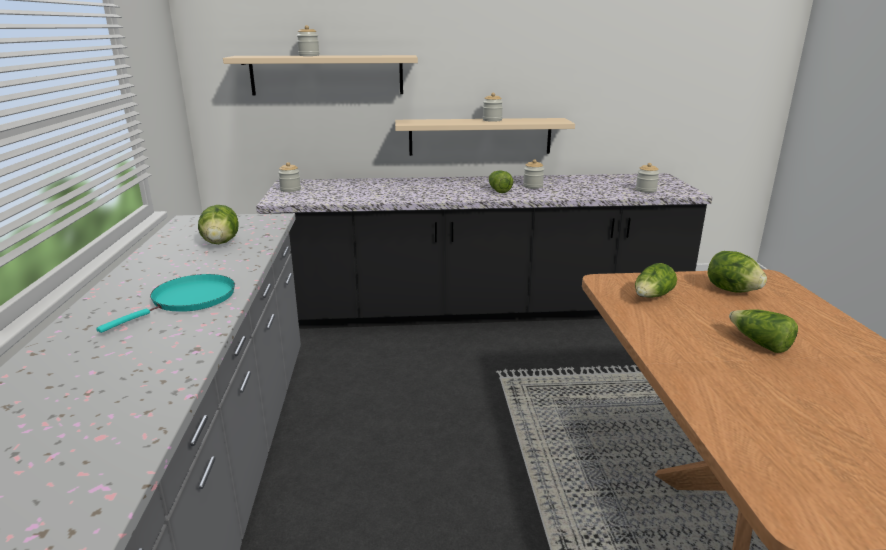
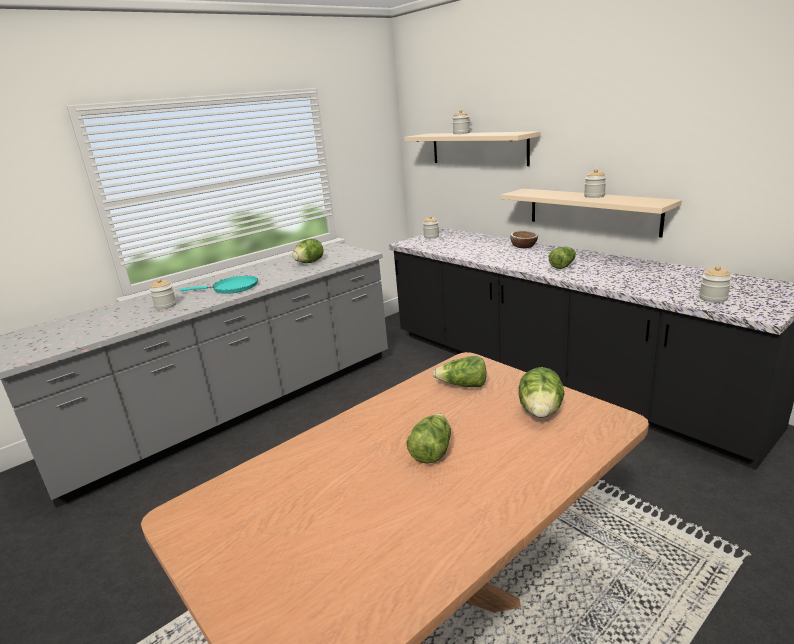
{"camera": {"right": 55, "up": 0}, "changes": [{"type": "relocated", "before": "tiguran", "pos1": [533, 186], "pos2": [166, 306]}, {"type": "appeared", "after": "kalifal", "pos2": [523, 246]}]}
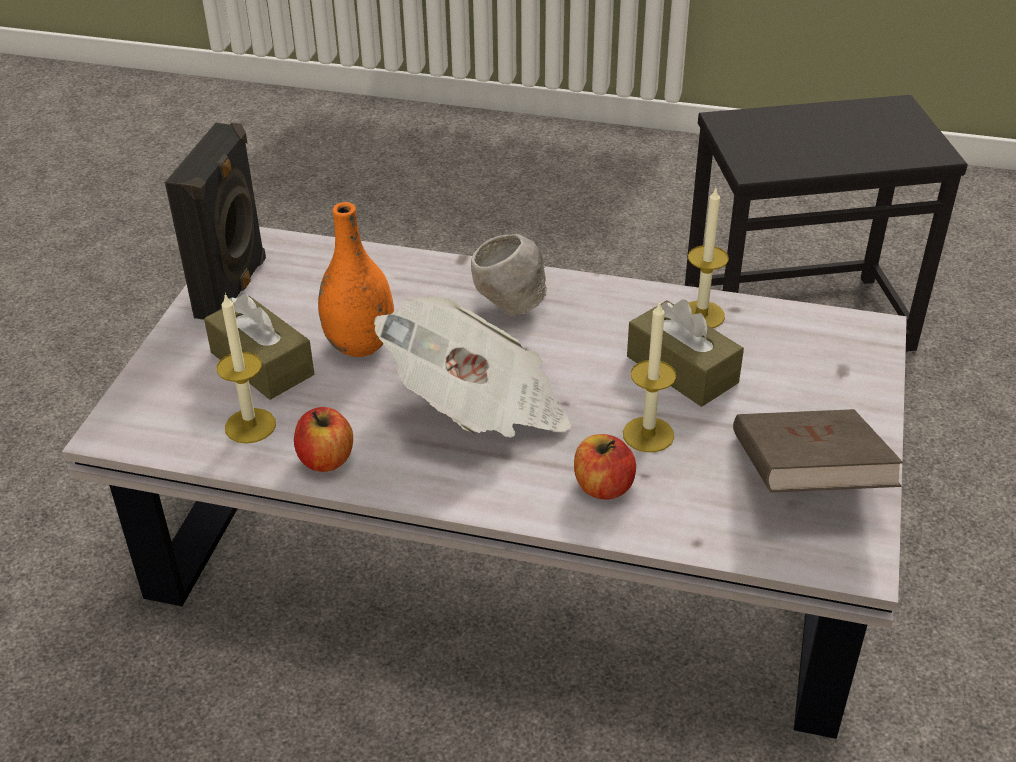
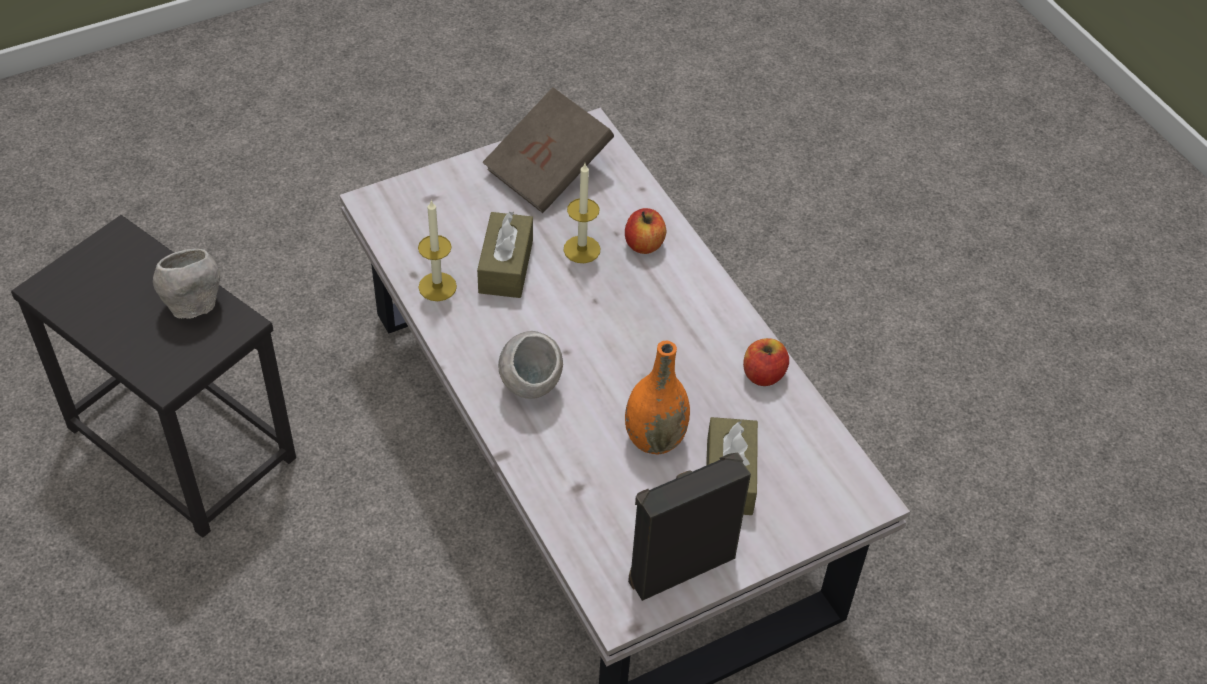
{"camera": {"right": -135, "up": 10}, "changes": [{"type": "appeared", "after": "grey kalifal", "pos2": [193, 305]}, {"type": "missing", "before": "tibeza", "pos1": [250, 426]}, {"type": "missing", "before": "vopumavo", "pos1": [478, 408]}]}
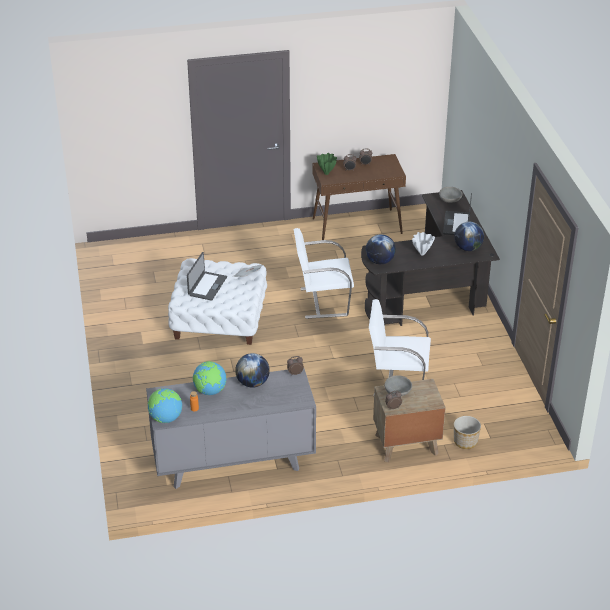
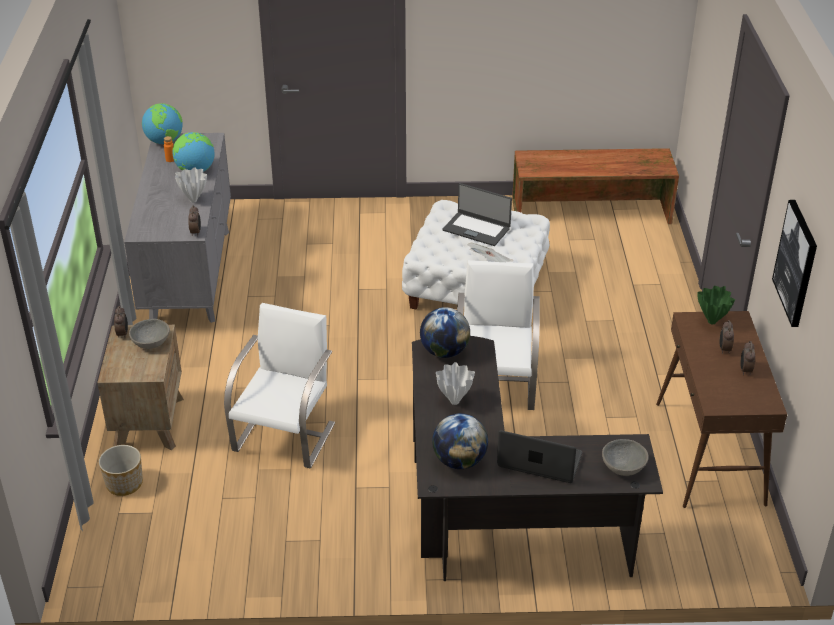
{"camera": {"right": 100, "up": 0}, "changes": [{"type": "exchanged", "before": "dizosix", "after": "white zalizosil", "pos1": [253, 383], "pos2": [194, 200]}, {"type": "appeared", "after": "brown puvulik", "pos2": [592, 210]}, {"type": "appeared", "after": "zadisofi", "pos2": [796, 263]}]}
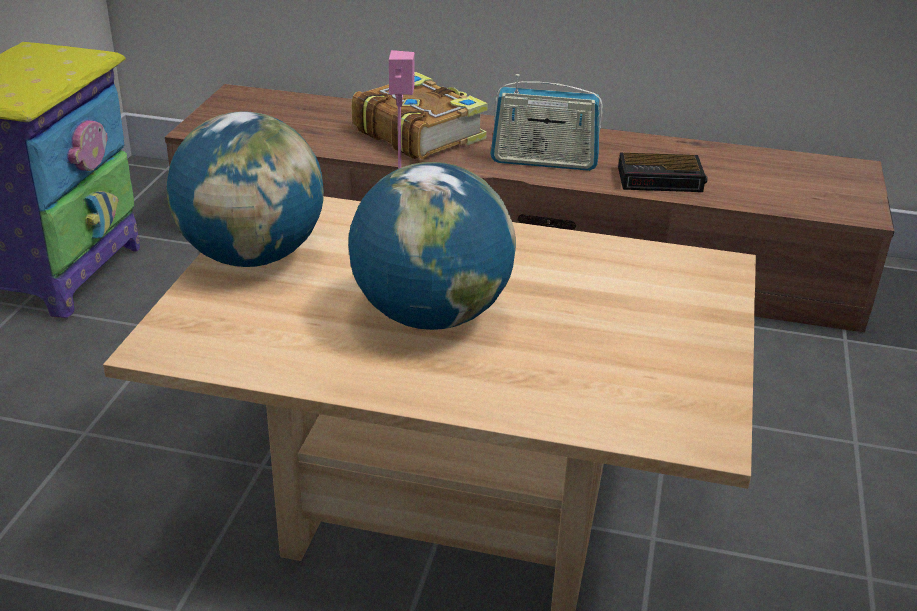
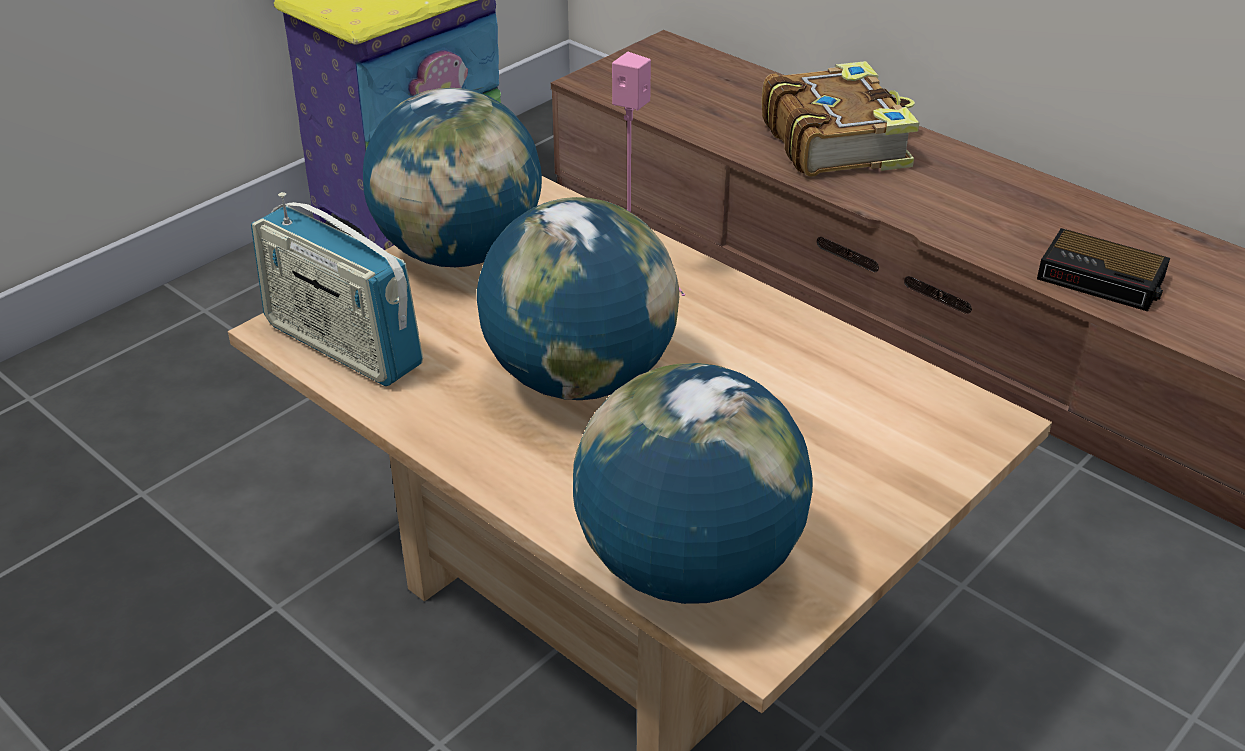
{"camera": {"right": 30, "up": 5}, "changes": [{"type": "relocated", "before": "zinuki", "pos1": [544, 161], "pos2": [342, 345]}, {"type": "appeared", "after": "dizosix", "pos2": [687, 566]}]}
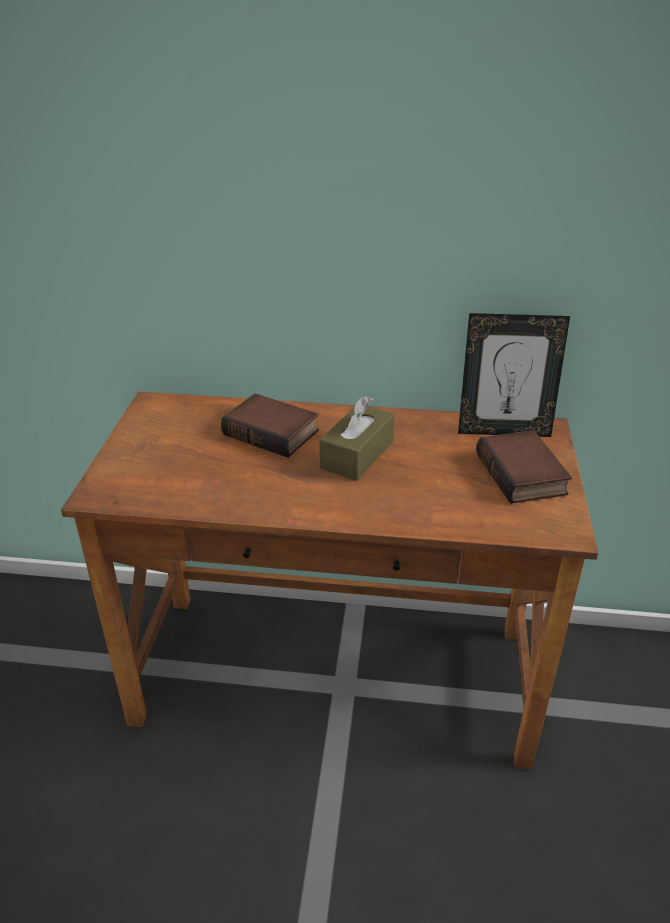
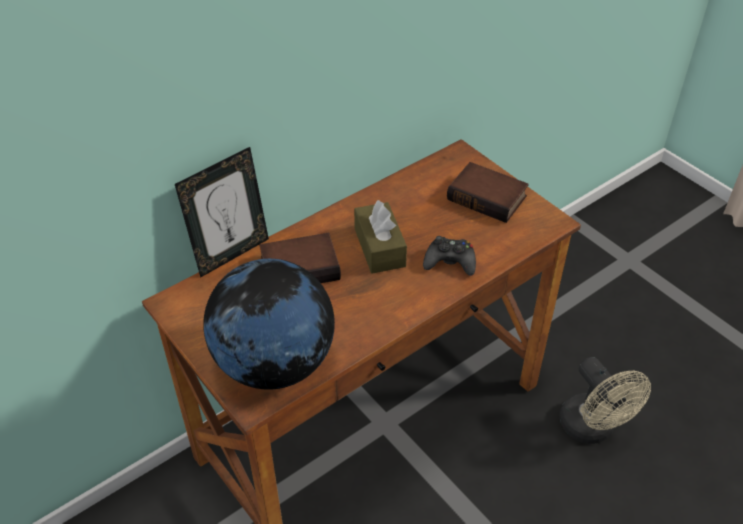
{"camera": {"right": -45, "up": 10}, "changes": [{"type": "relocated", "before": "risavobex", "pos1": [503, 431], "pos2": [231, 254]}, {"type": "appeared", "after": "dizosix", "pos2": [274, 364]}, {"type": "appeared", "after": "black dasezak", "pos2": [450, 262]}, {"type": "appeared", "after": "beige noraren", "pos2": [593, 429]}]}
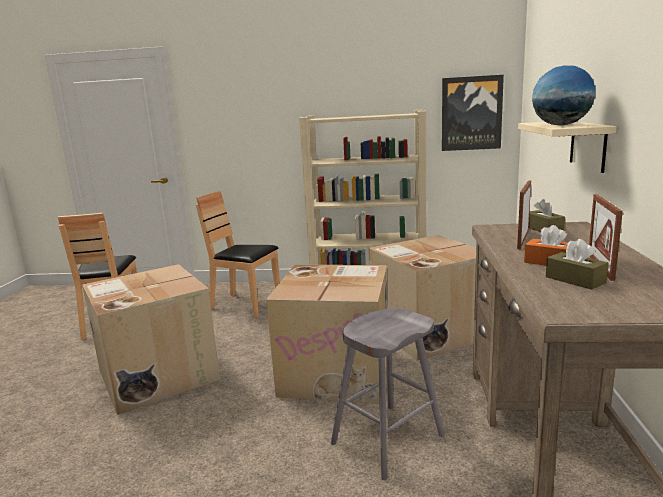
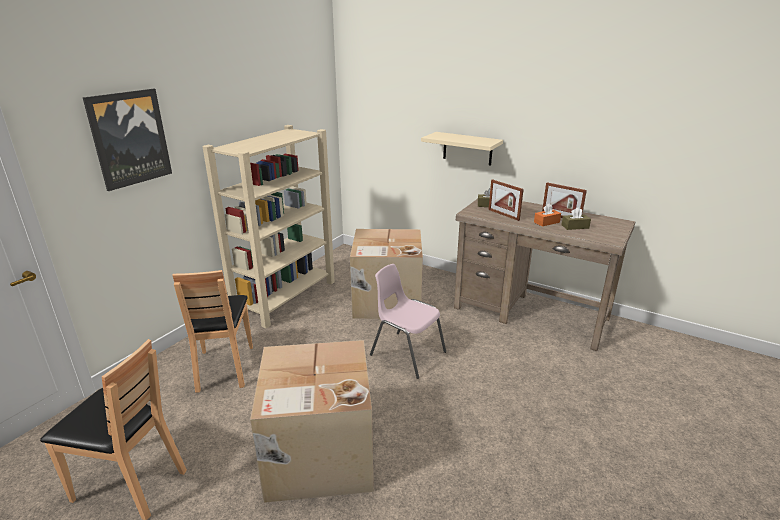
{"camera": {"right": -65, "up": 10}, "changes": [{"type": "relocated", "before": "zadisofi", "pos1": [471, 113], "pos2": [129, 138]}, {"type": "spun", "before": "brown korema", "pos1": [246, 305], "pos2": [224, 368], "turn": -60}, {"type": "exchanged", "before": "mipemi", "after": "pink korema", "pos1": [338, 372], "pos2": [406, 353]}, {"type": "missing", "before": "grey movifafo", "pos1": [387, 440]}, {"type": "missing", "before": "dizosix", "pos1": [560, 125]}]}
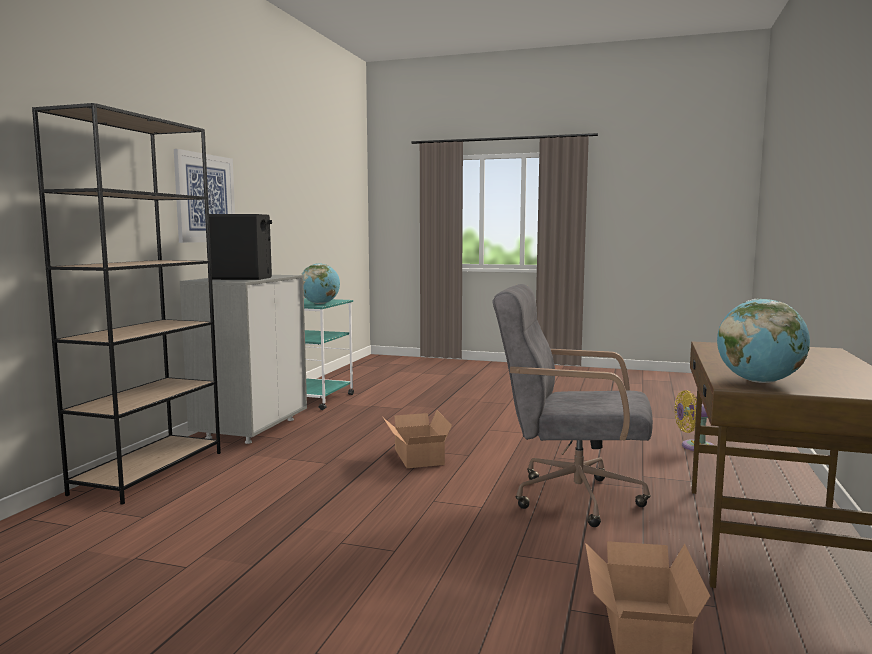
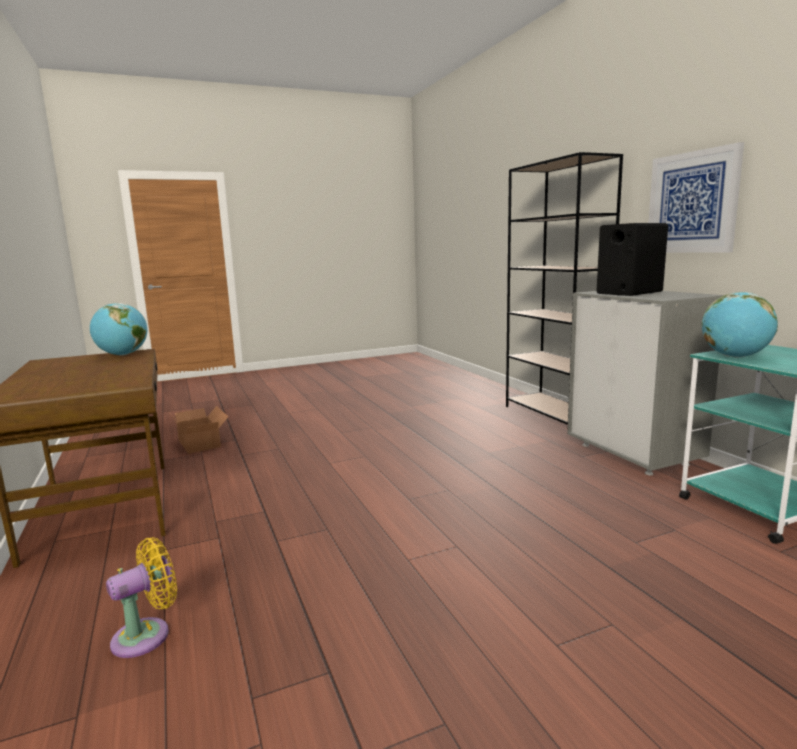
{"camera": {"right": 140, "up": 5}, "changes": [{"type": "missing", "before": "mipemi", "pos1": [416, 457]}, {"type": "missing", "before": "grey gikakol", "pos1": [569, 498]}]}
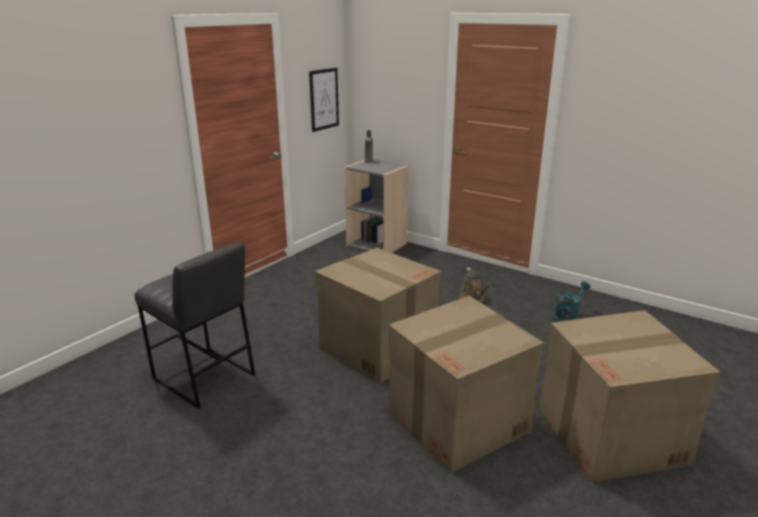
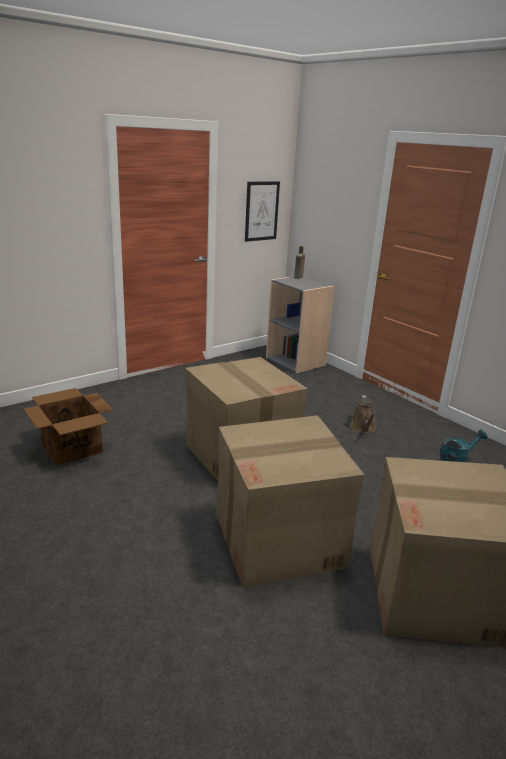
{"camera": {"right": 15, "up": 0}, "changes": [{"type": "exchanged", "before": "grey movifafo", "after": "mipemi", "pos1": [204, 377], "pos2": [72, 449]}]}
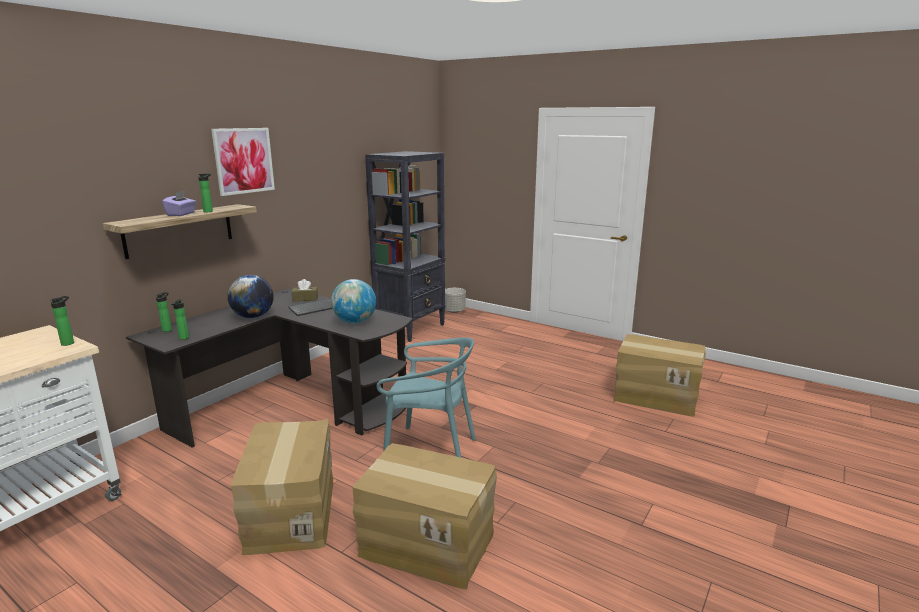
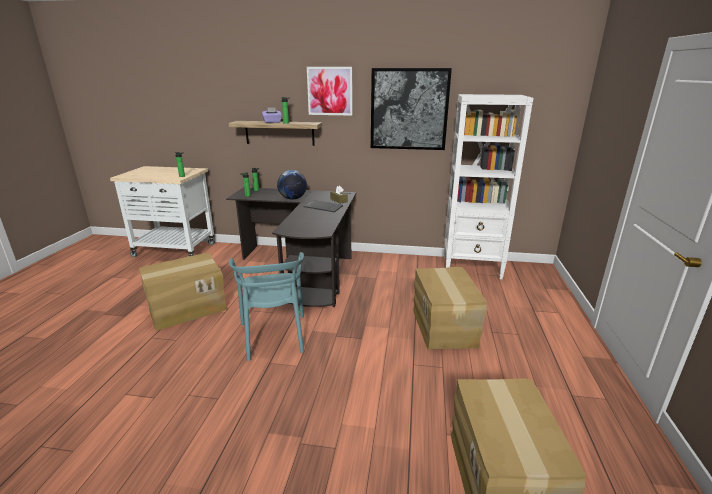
{"camera": {"right": 65, "up": 5}, "changes": [{"type": "appeared", "after": "zadisofi", "pos2": [409, 109]}, {"type": "relocated", "before": "mipemi", "pos1": [428, 542], "pos2": [445, 327]}, {"type": "colour", "before": "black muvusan", "after": "white muvusan", "pos1": [411, 328], "pos2": [472, 268]}, {"type": "missing", "before": "dizosix", "pos1": [355, 322]}, {"type": "missing", "before": "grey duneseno", "pos1": [454, 311]}]}
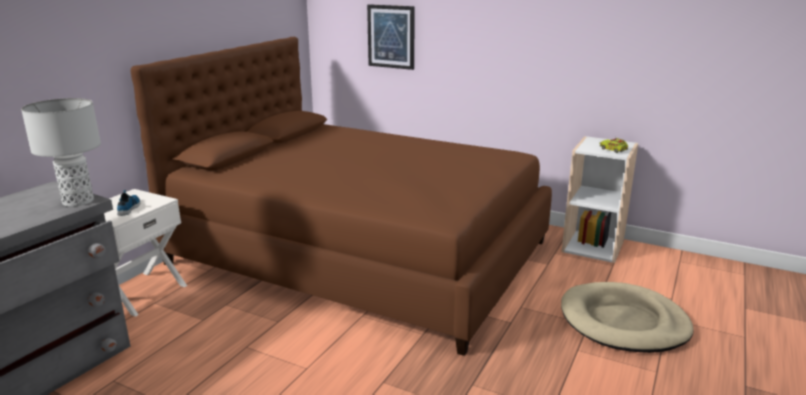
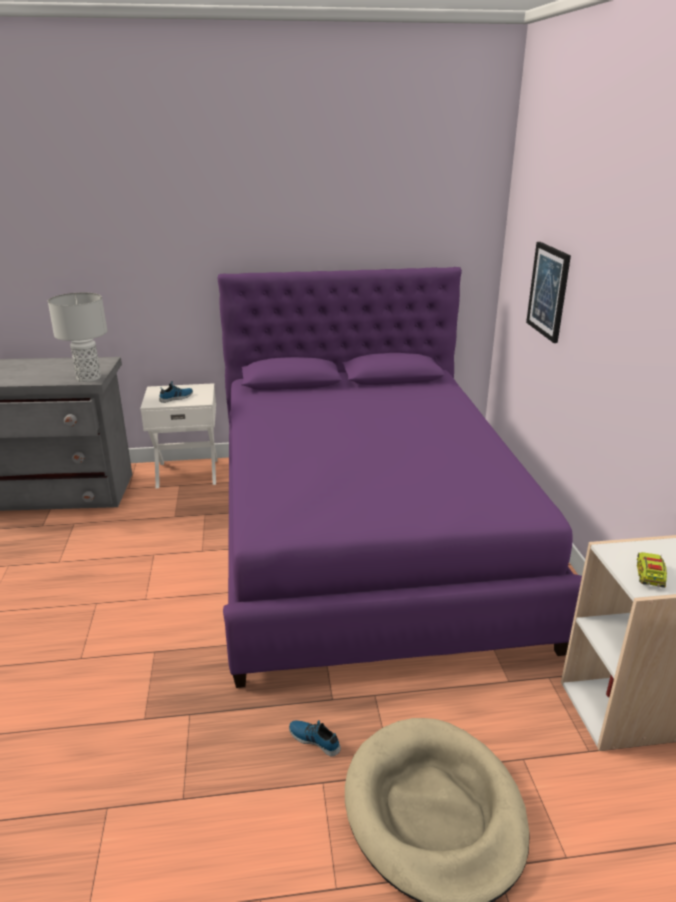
{"camera": {"right": 55, "up": 5}, "changes": [{"type": "colour", "before": "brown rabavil", "after": "purple rabavil", "pos1": [360, 252], "pos2": [365, 535]}, {"type": "appeared", "after": "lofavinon", "pos2": [315, 739]}]}
